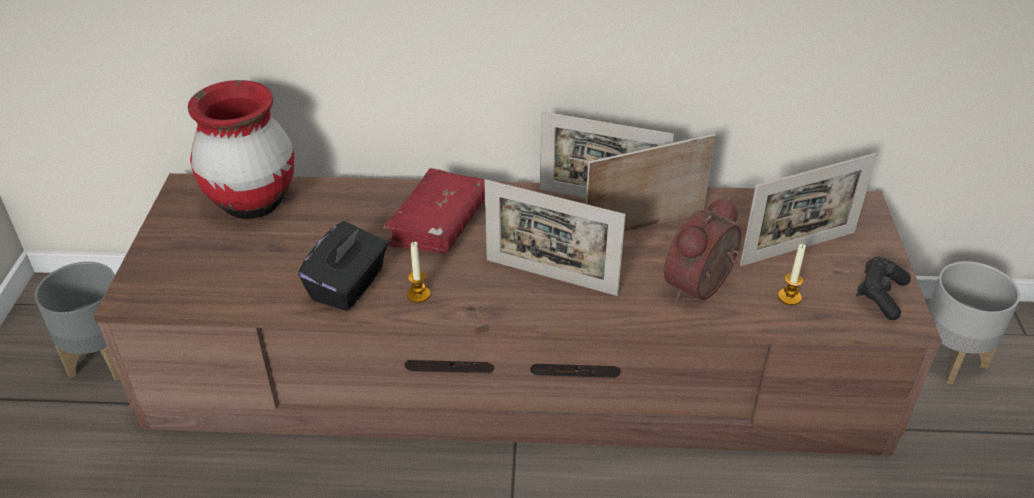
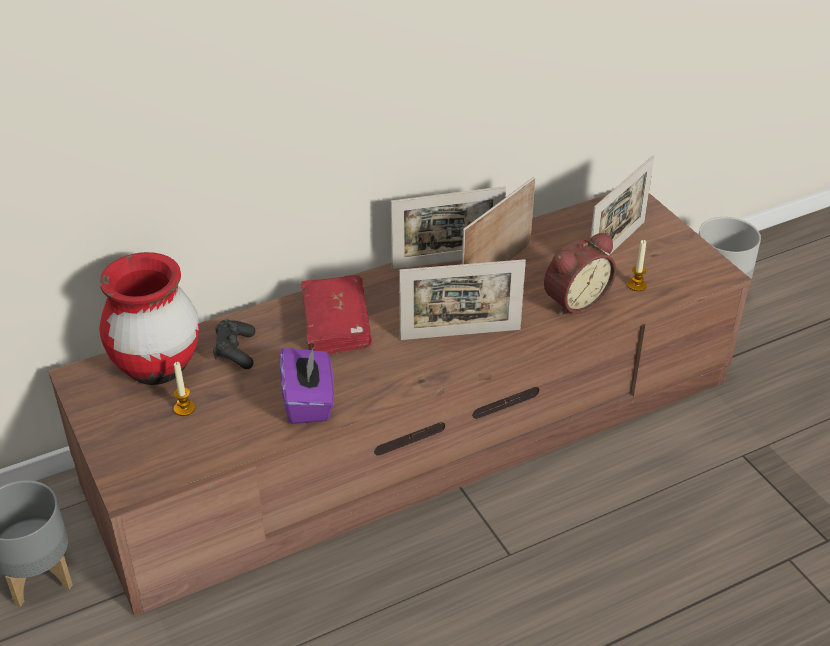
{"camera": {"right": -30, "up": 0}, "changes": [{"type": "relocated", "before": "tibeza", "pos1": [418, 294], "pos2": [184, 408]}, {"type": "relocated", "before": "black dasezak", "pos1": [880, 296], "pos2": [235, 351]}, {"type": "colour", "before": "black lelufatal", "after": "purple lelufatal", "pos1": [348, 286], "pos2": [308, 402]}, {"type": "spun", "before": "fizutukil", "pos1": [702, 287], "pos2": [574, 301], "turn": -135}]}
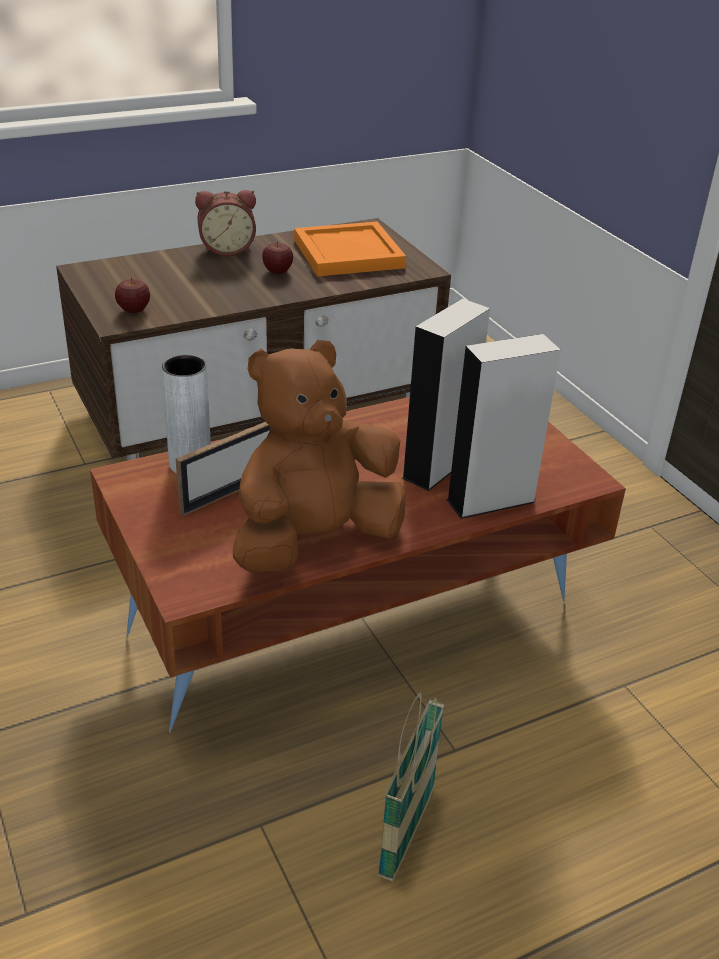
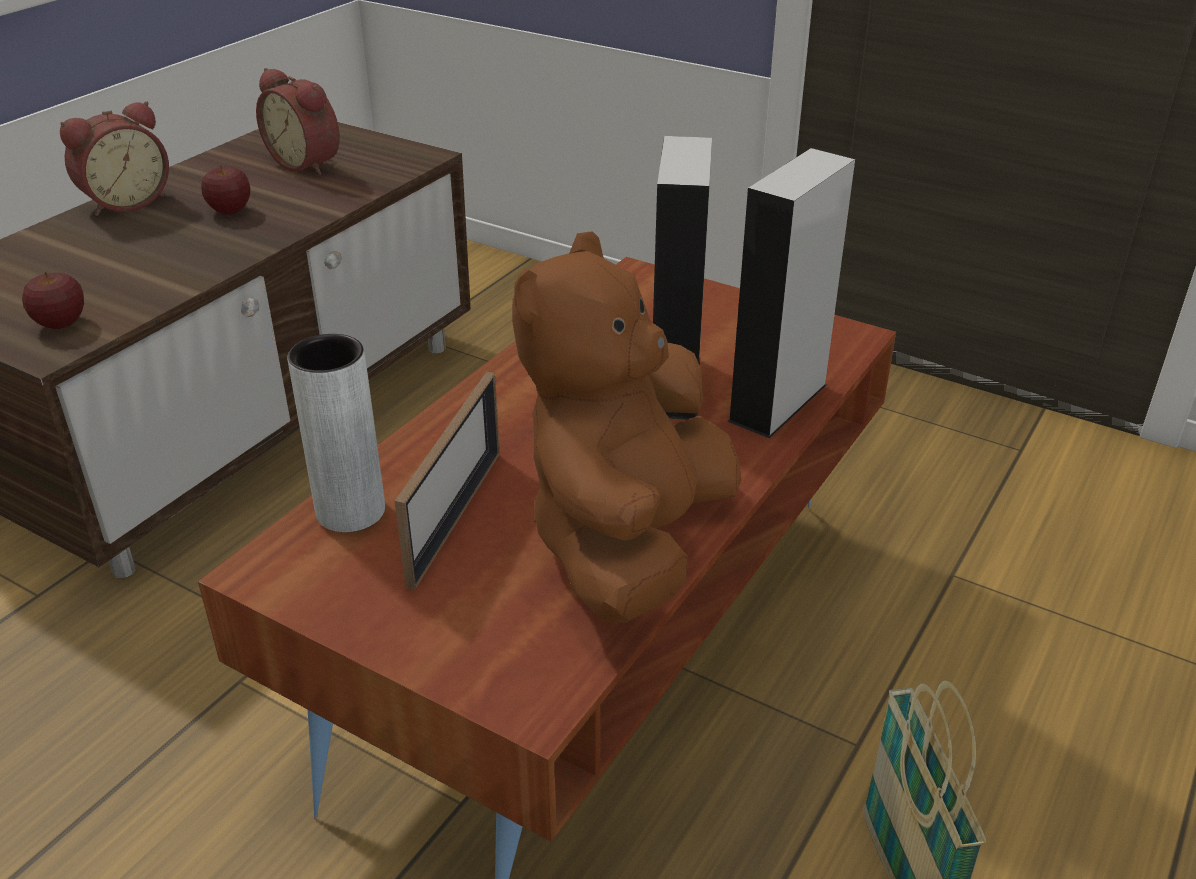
{"camera": {"right": -30, "up": 0}, "changes": [{"type": "exchanged", "before": "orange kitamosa", "after": "fizutukil", "pos1": [350, 254], "pos2": [308, 163]}]}
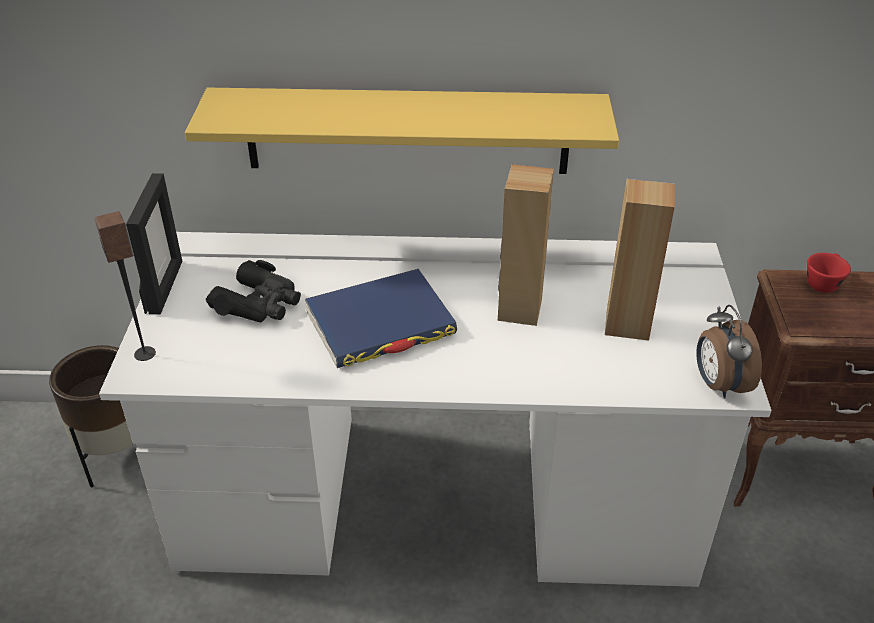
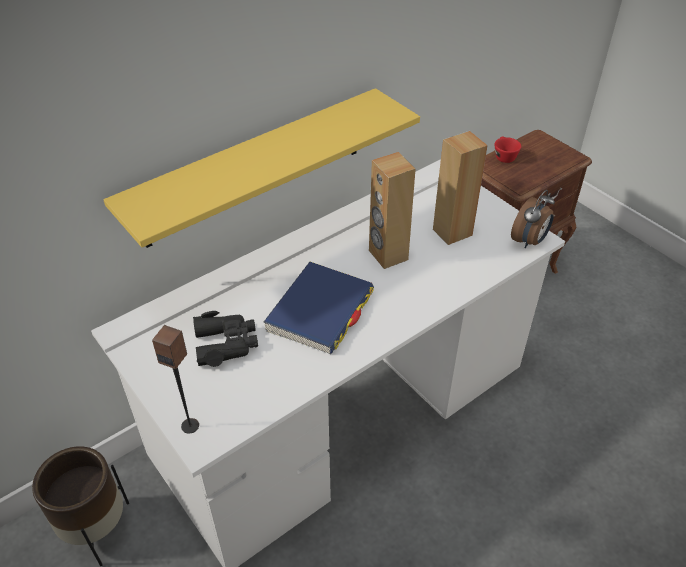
{"camera": {"right": -40, "up": 5}, "changes": [{"type": "spun", "before": "fizutukil", "pos1": [718, 384], "pos2": [529, 241], "turn": -90}, {"type": "missing", "before": "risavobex", "pos1": [164, 286]}]}
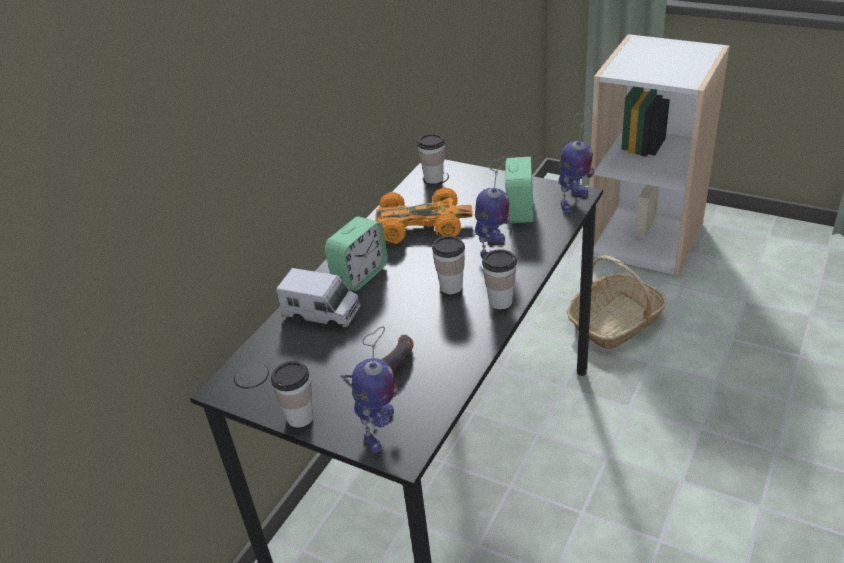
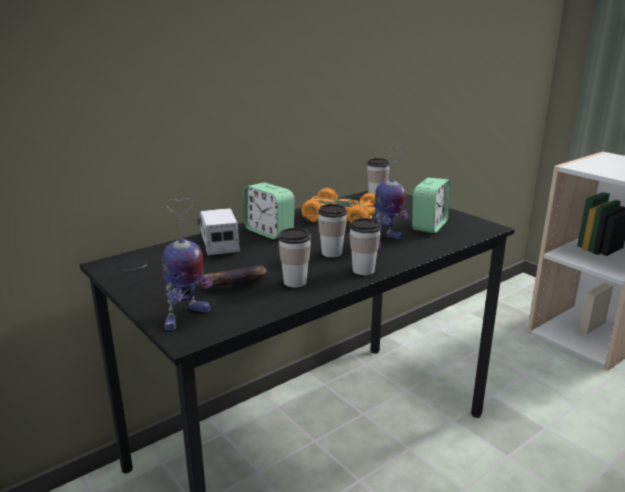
{"camera": {"right": 20, "up": -15}, "changes": [{"type": "spun", "before": "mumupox", "pos1": [322, 313], "pos2": [219, 244], "turn": -150}, {"type": "spun", "before": "fizutukil", "pos1": [360, 275], "pos2": [269, 232], "turn": 75}, {"type": "relocated", "before": "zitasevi", "pos1": [300, 417], "pos2": [295, 282]}, {"type": "missing", "before": "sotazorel", "pos1": [573, 201]}, {"type": "missing", "before": "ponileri", "pos1": [615, 322]}]}
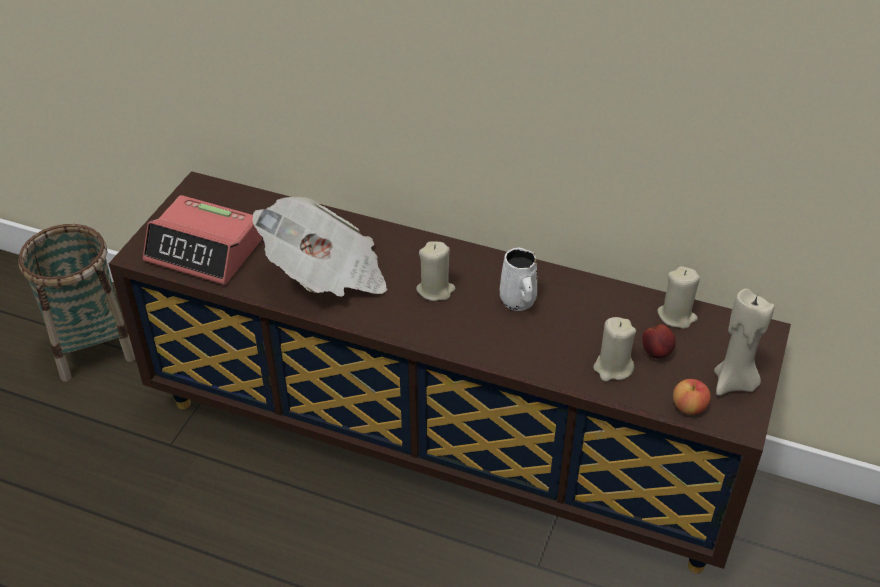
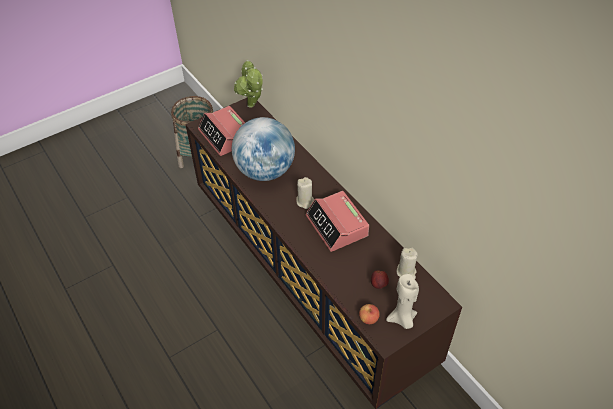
{"camera": {"right": 35, "up": 5}, "changes": [{"type": "exchanged", "before": "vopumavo", "after": "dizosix", "pos1": [326, 275], "pos2": [265, 171]}, {"type": "appeared", "after": "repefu", "pos2": [252, 107]}, {"type": "exchanged", "before": "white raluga", "after": "fizutukil", "pos1": [518, 302], "pos2": [337, 226]}, {"type": "missing", "before": "beige tibeza", "pos1": [613, 368]}]}
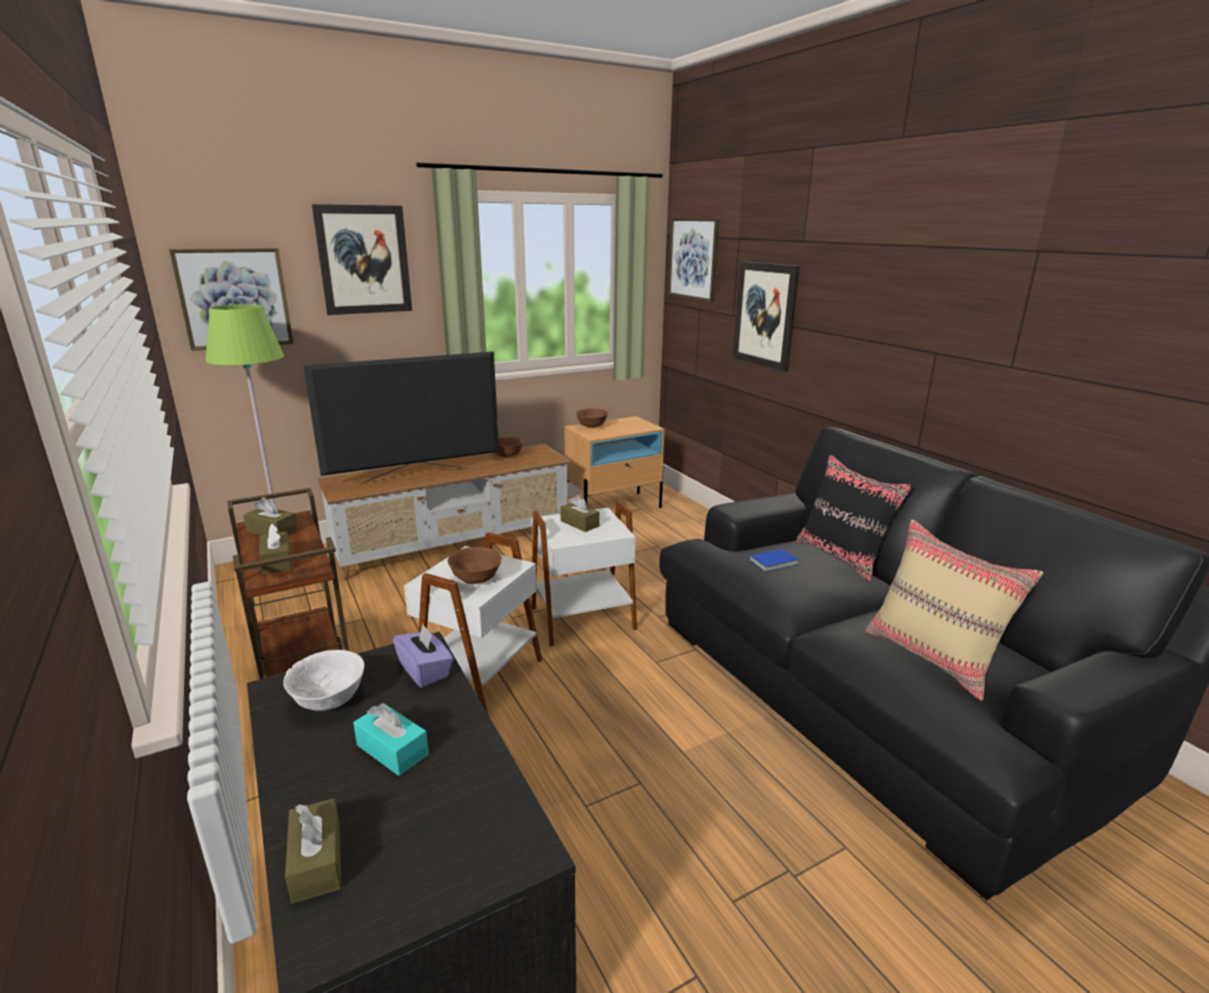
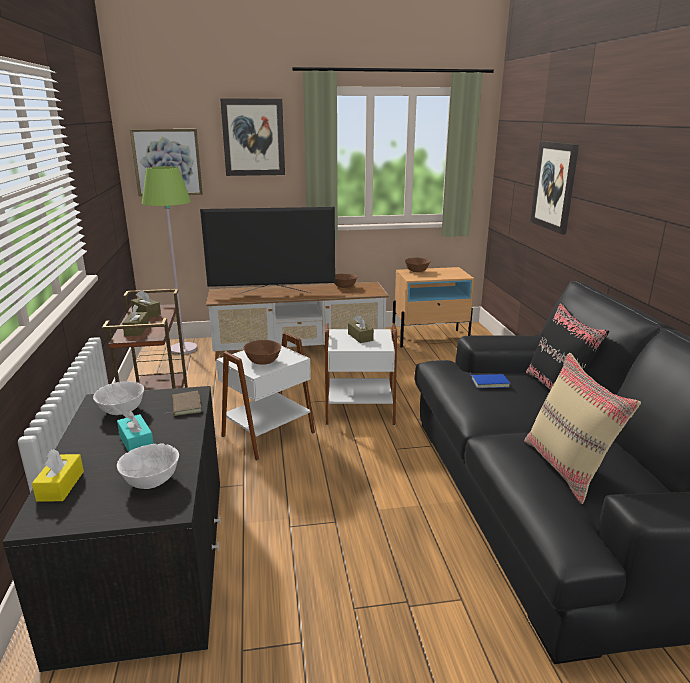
{"camera": {"right": 20, "up": 0}, "changes": [{"type": "colour", "before": "brown lelufatal", "after": "yellow lelufatal", "pos1": [317, 861], "pos2": [61, 486]}, {"type": "appeared", "after": "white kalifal", "pos2": [151, 481]}, {"type": "exchanged", "before": "purple lelufatal", "after": "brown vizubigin", "pos1": [425, 671], "pos2": [185, 405]}, {"type": "missing", "before": "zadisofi", "pos1": [693, 259]}]}
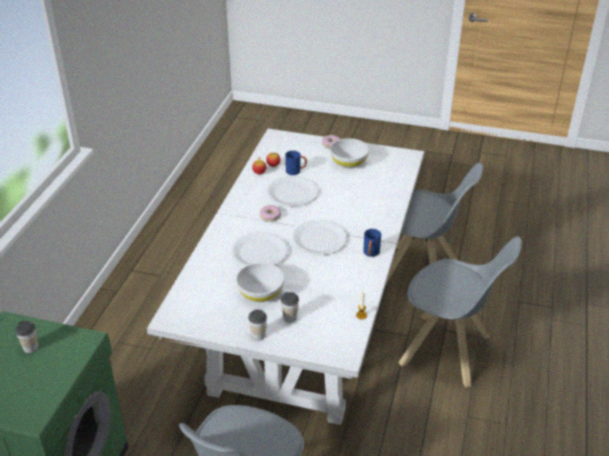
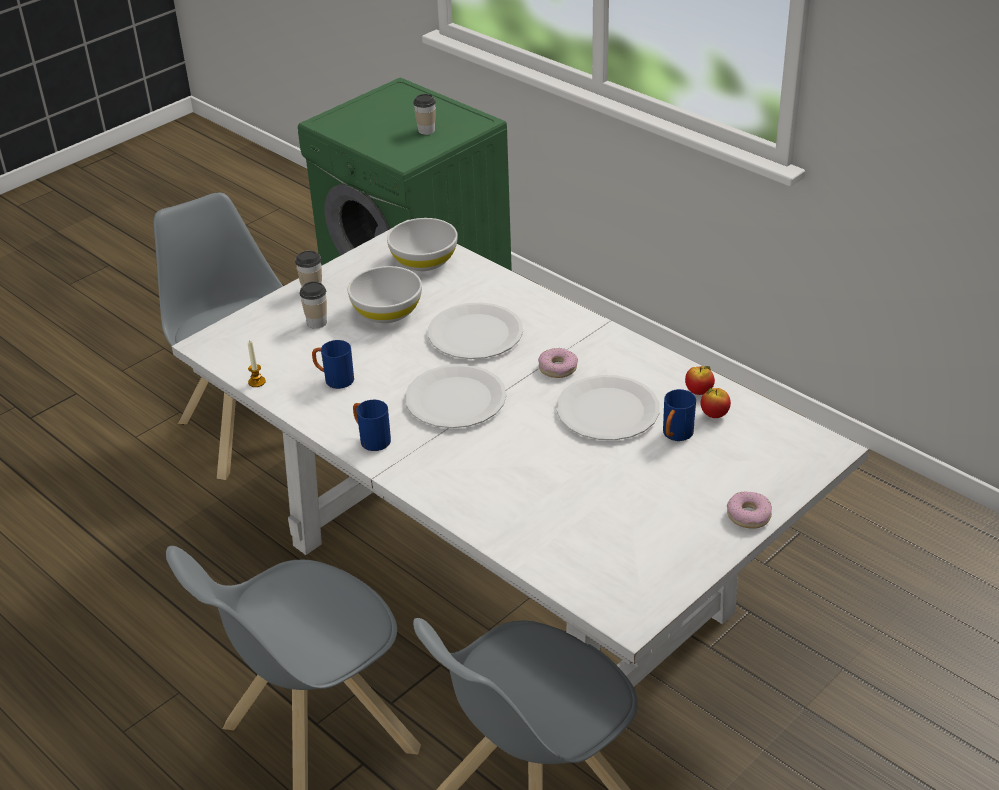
{"camera": {"right": 120, "up": 0}, "changes": [{"type": "appeared", "after": "blue raluga", "pos2": [334, 379]}, {"type": "relocated", "before": "white kalifal", "pos1": [349, 162], "pos2": [423, 261]}]}
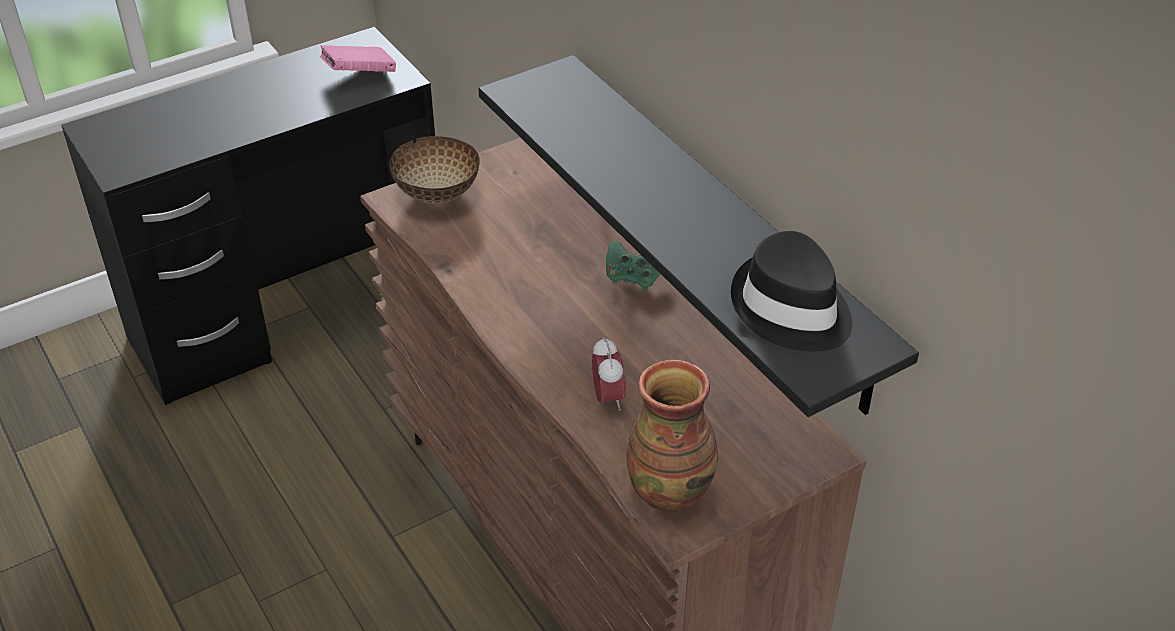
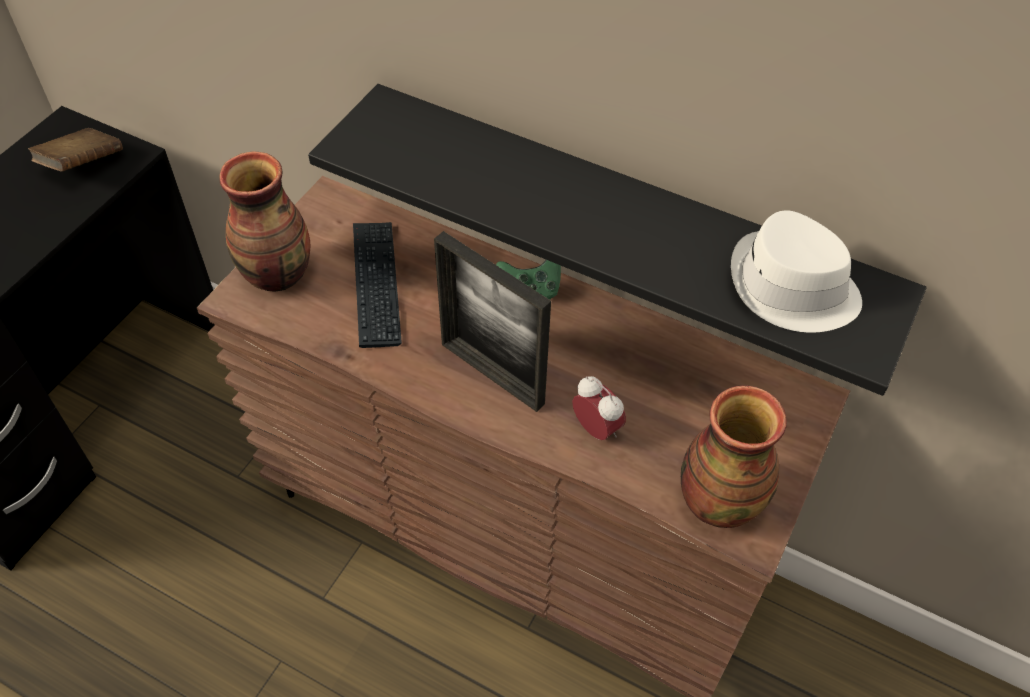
{"camera": {"right": -30, "up": 10}, "changes": [{"type": "colour", "before": "pink vizubigin", "after": "brown vizubigin", "pos1": [359, 74], "pos2": [82, 165]}, {"type": "exchanged", "before": "kalifal", "after": "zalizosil", "pos1": [438, 194], "pos2": [279, 274]}, {"type": "appeared", "after": "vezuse", "pos2": [376, 284]}, {"type": "appeared", "after": "risavobex", "pos2": [492, 373]}, {"type": "colour", "before": "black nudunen", "after": "white nudunen", "pos1": [791, 309], "pos2": [791, 288]}]}
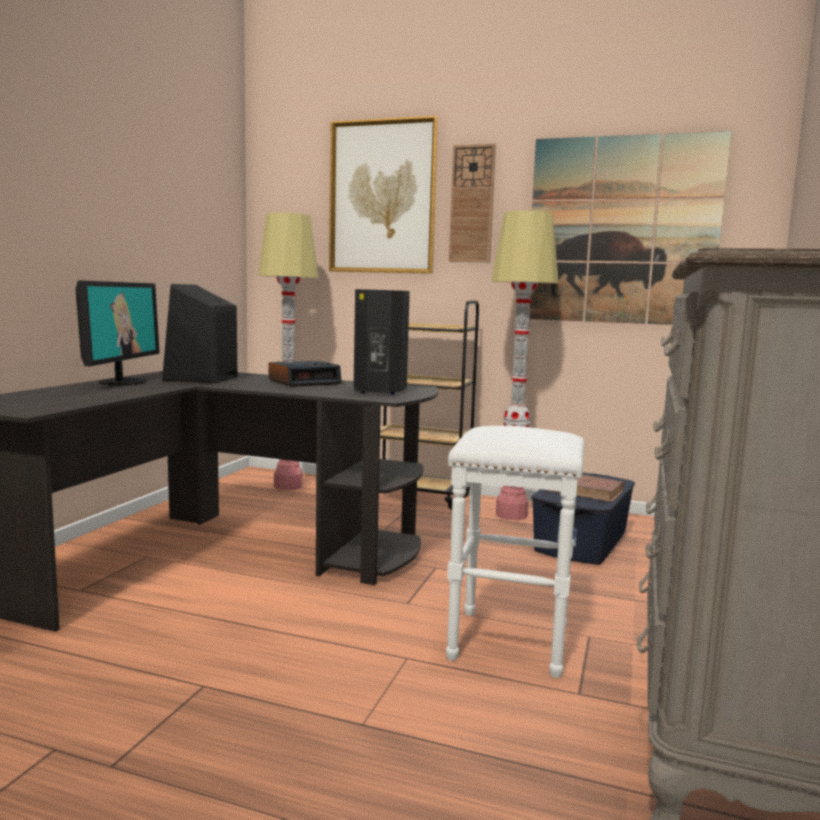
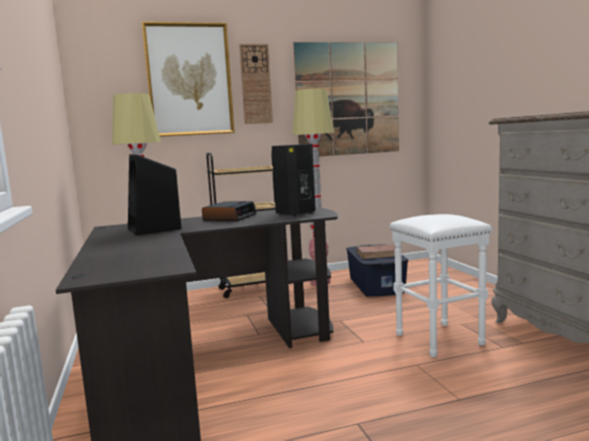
{"camera": {"right": -35, "up": 0}, "changes": [{"type": "missing", "before": "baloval", "pos1": [122, 382]}]}
